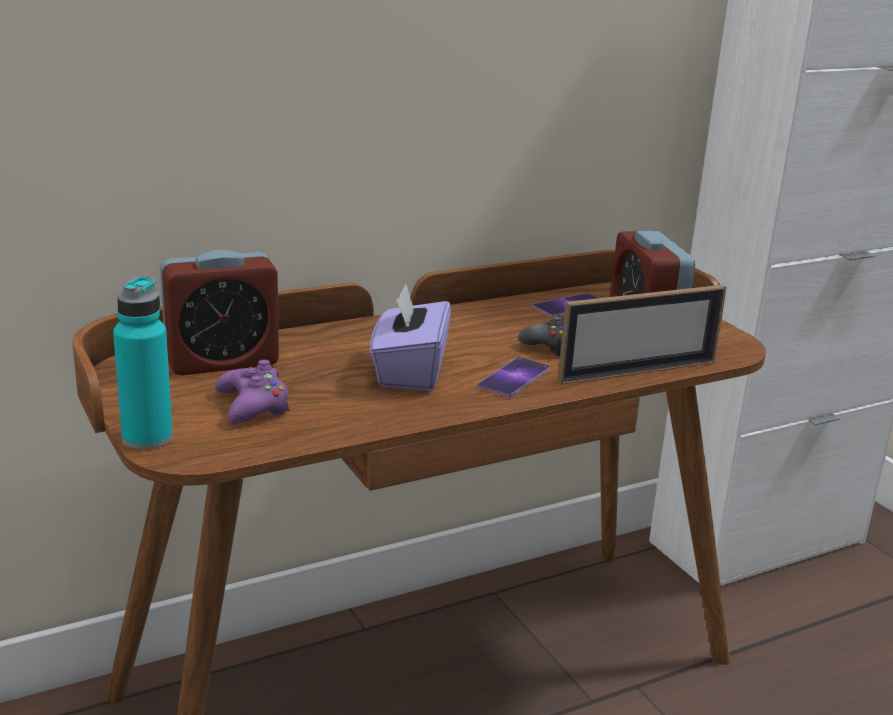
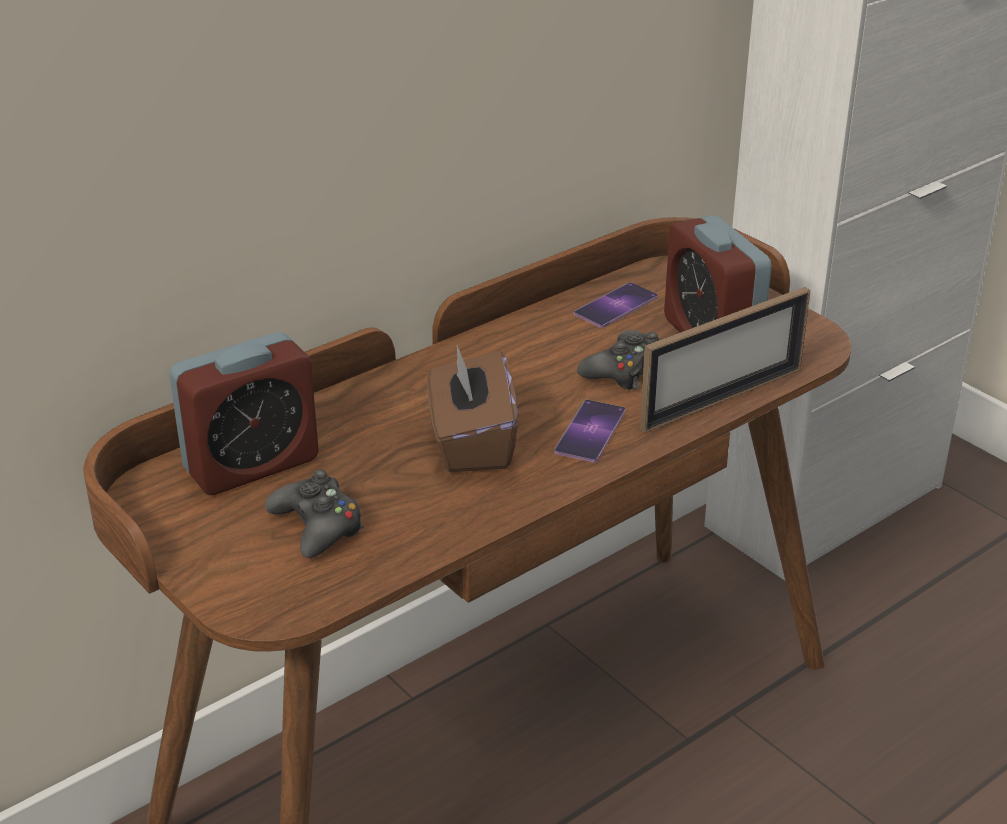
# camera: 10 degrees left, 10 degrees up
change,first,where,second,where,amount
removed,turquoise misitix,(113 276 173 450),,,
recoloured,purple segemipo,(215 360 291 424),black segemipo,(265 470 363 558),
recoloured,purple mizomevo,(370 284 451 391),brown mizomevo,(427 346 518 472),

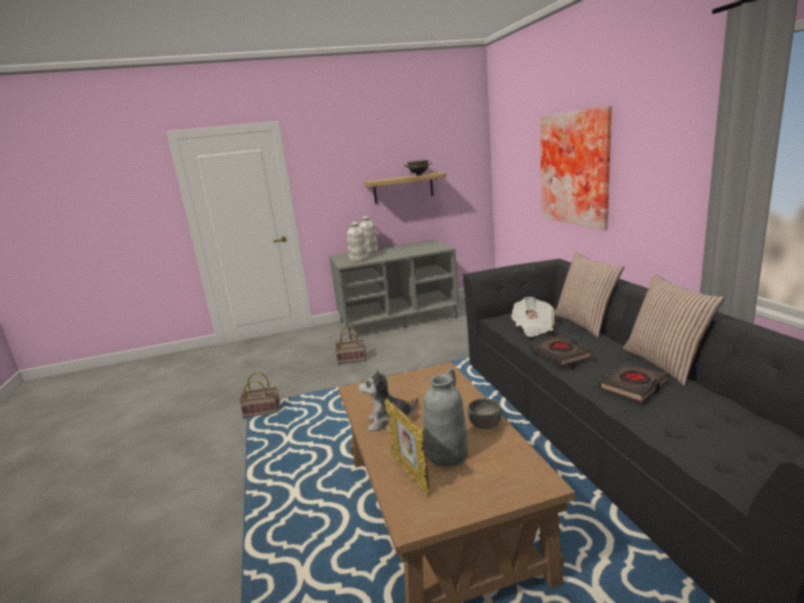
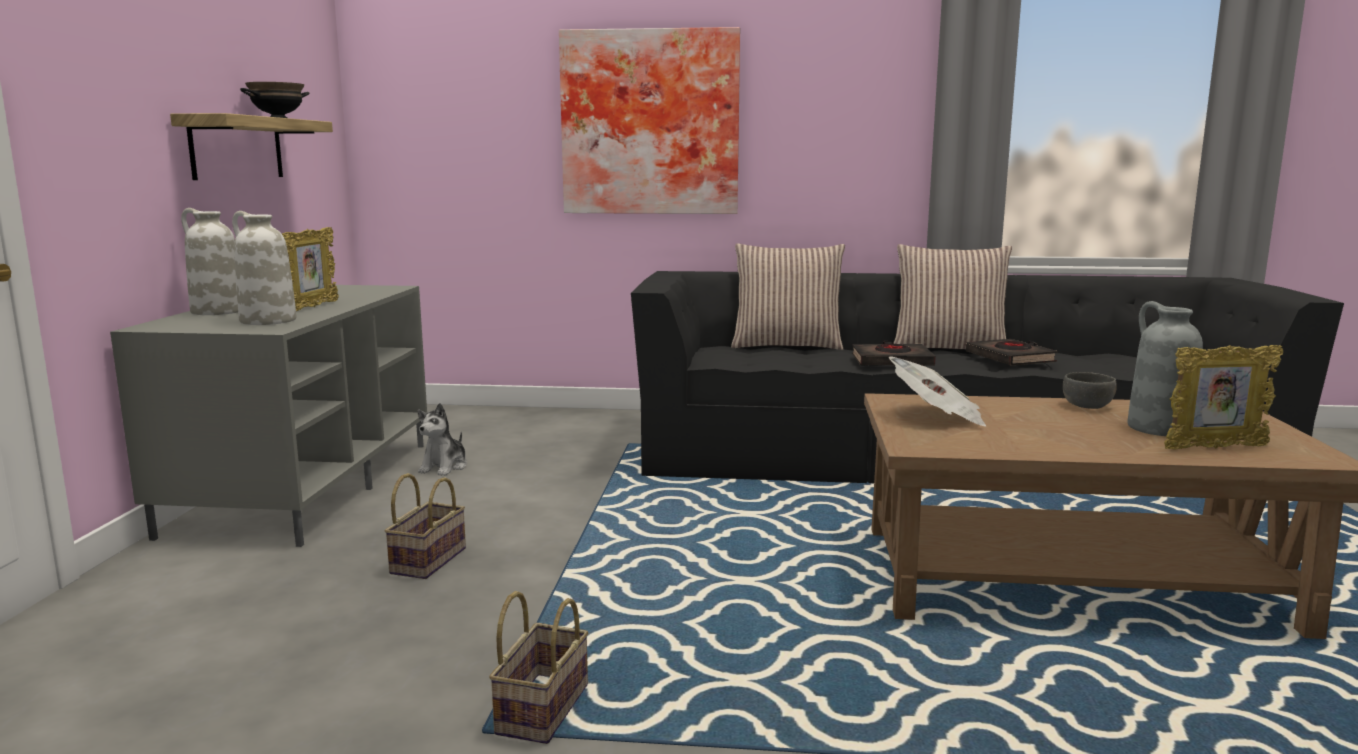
# camera: 70 degrees left, 5 degrees down
change,first,where,second,where,amount
added,,,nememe,(282 227 339 311),
moved,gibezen,(358 368 418 432),,(418 403 467 476),
moved,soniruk,(511 297 555 337),,(889 356 986 427),

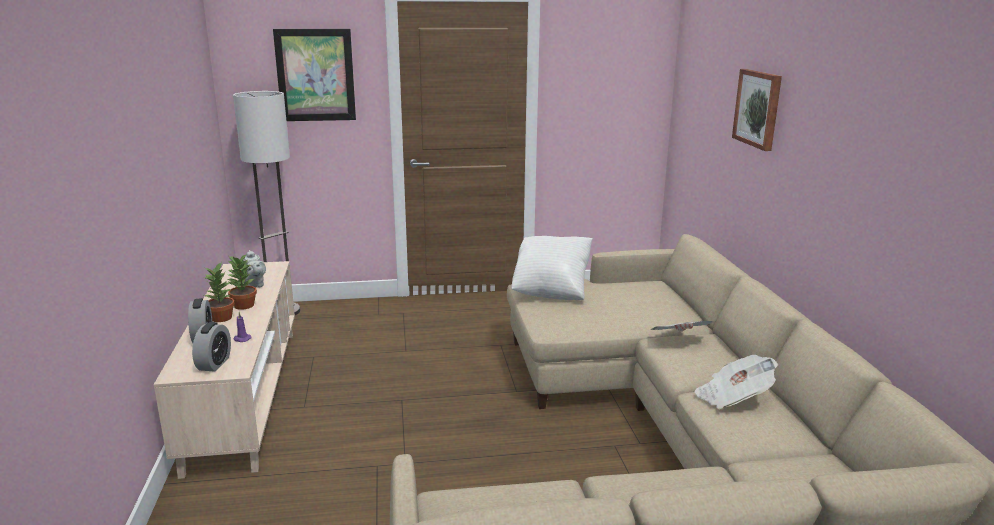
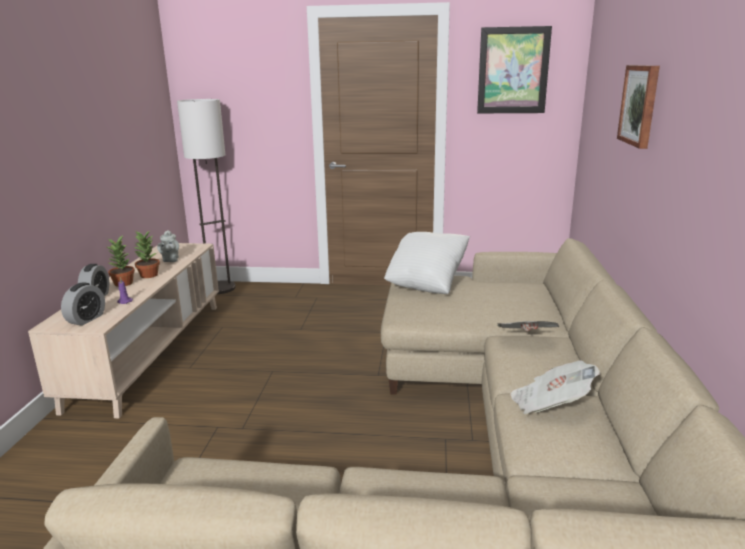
# camera: 15 degrees right, 0 degrees up
change,first,where,second,where,amount
moved,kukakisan,(273 29 356 121),,(477 26 552 113),

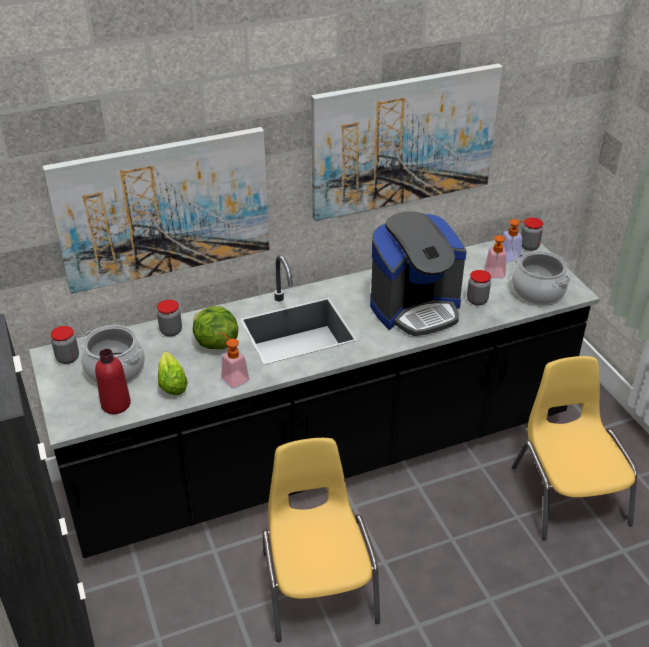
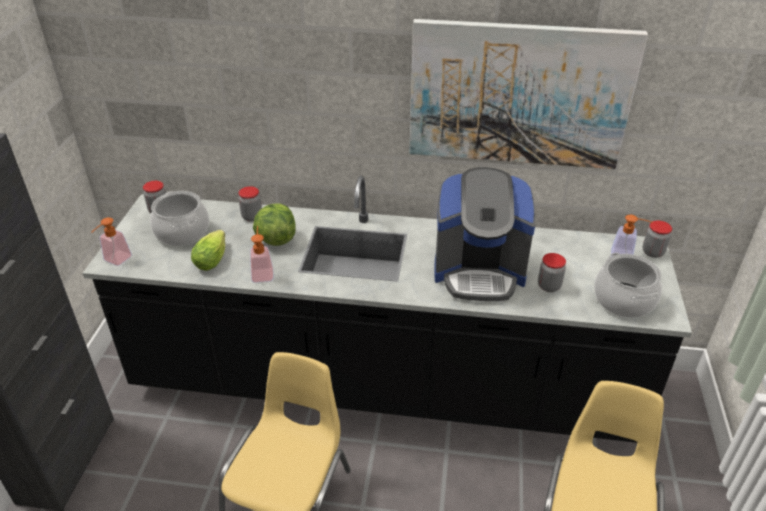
# camera: 30 degrees right, 0 degrees up
change,first,where,second,where,amount
removed,kukakisan,(42 127 269 294),,,
removed,red misitix,(95 349 131 414),,,
moved,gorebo,(484 235 507 278),,(91 217 132 266),

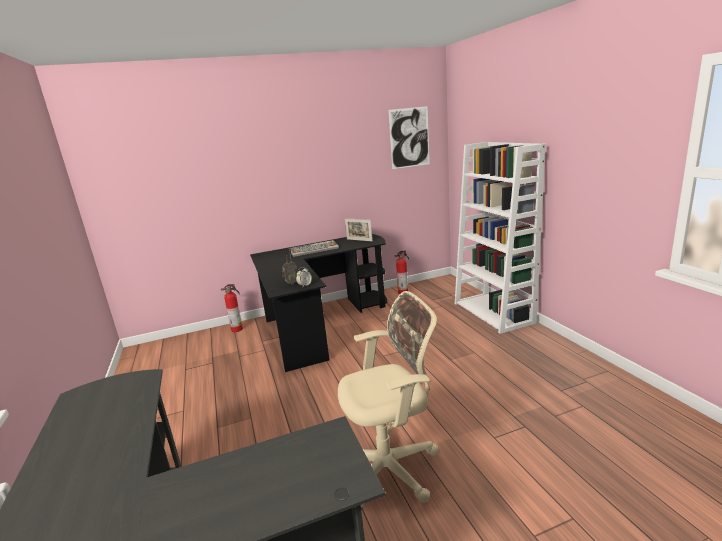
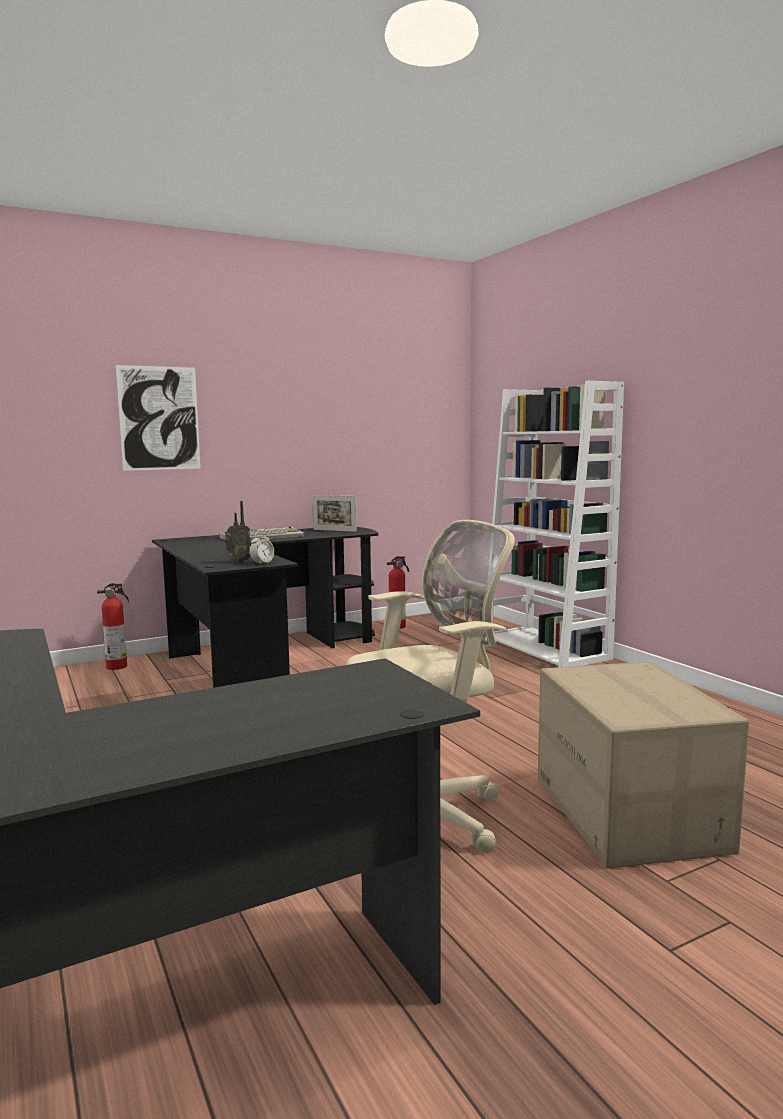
# camera: 10 degrees left, 10 degrees down
change,first,where,second,where,amount
added,,,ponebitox,(538 661 749 868),
moved,kukakisan,(388 106 430 169),,(116 365 200 471),

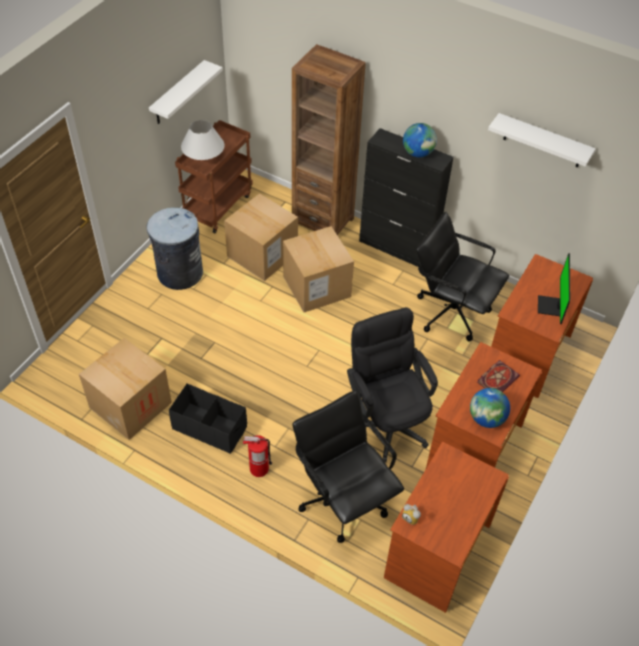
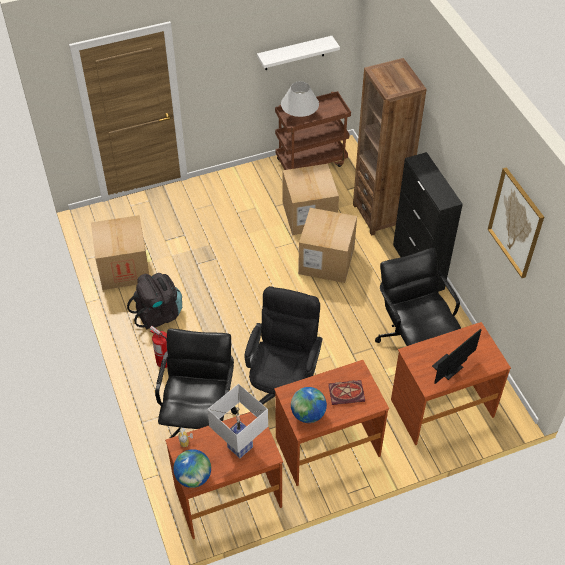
# camera: 40 degrees right, 0 degrees up
change,first,where,second,where,amount
removed,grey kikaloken,(146 207 203 290),,,
added,,,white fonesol,(207 384 268 458),
moved,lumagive,(403 123 437 158),,(173 449 211 488),
replaced,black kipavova,(169 384 247 454),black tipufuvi,(127 273 182 329),
replaced,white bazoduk,(488 113 596 168),kukakisan,(488 167 544 278),

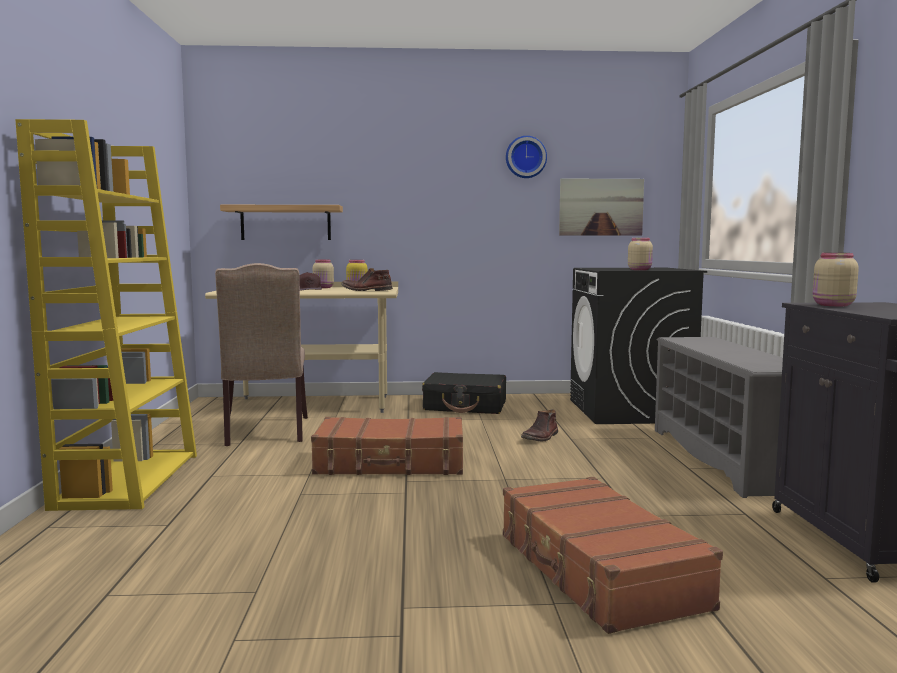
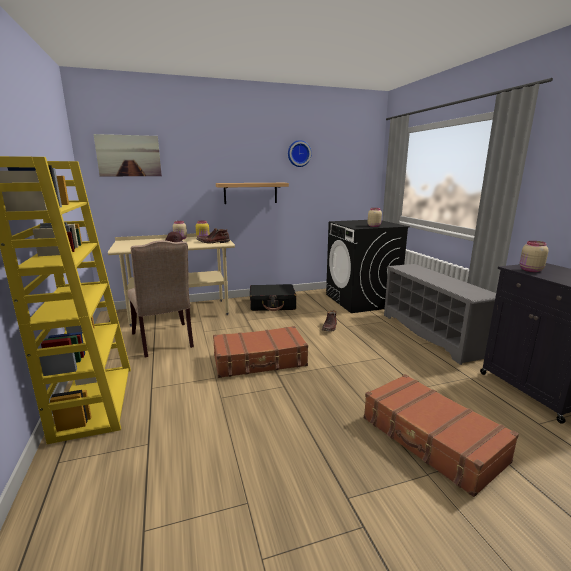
# camera: 15 degrees left, 10 degrees up
change,first,where,second,where,amount
moved,bazoduk,(220 205 343 240),,(216 183 289 204),
moved,kukakisan,(559 178 644 235),,(94 134 162 176),

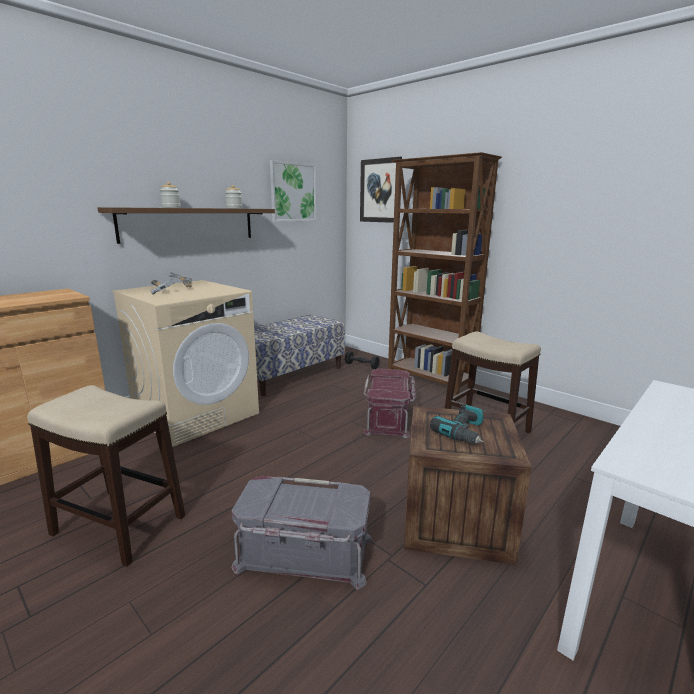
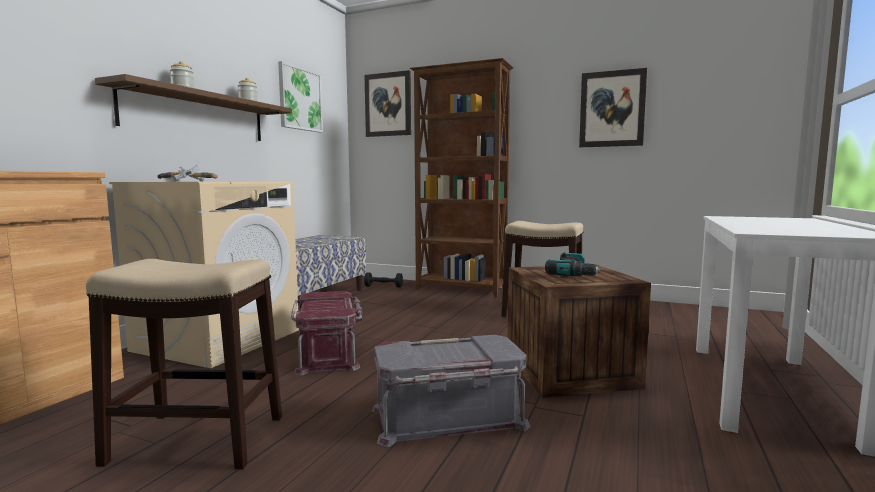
# camera: 20 degrees left, 10 degrees down
change,first,where,second,where,amount
added,,,kukakisan,(579 68 647 147),
moved,red kipavova,(364 369 416 438),,(291 291 363 375),

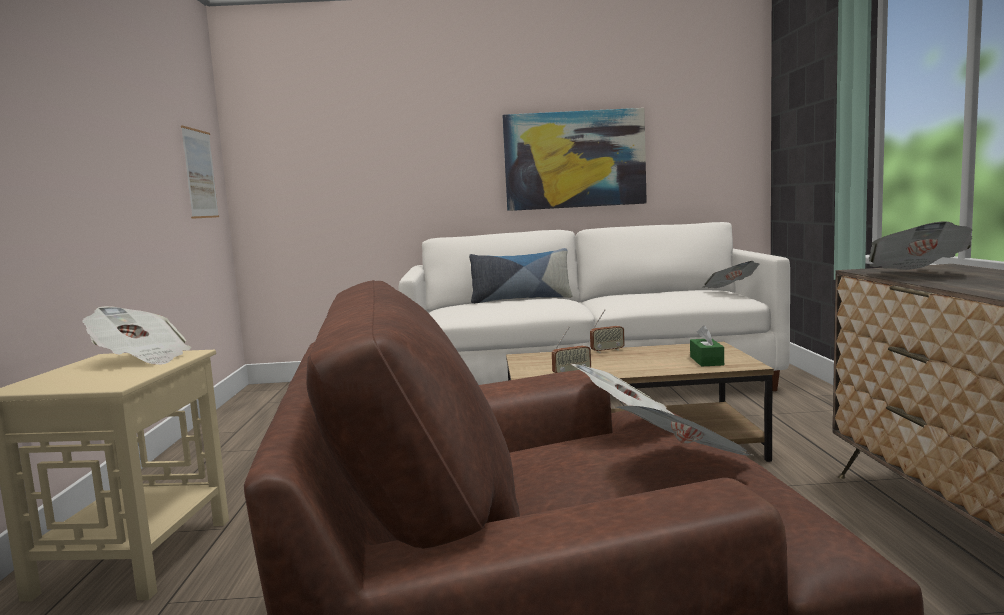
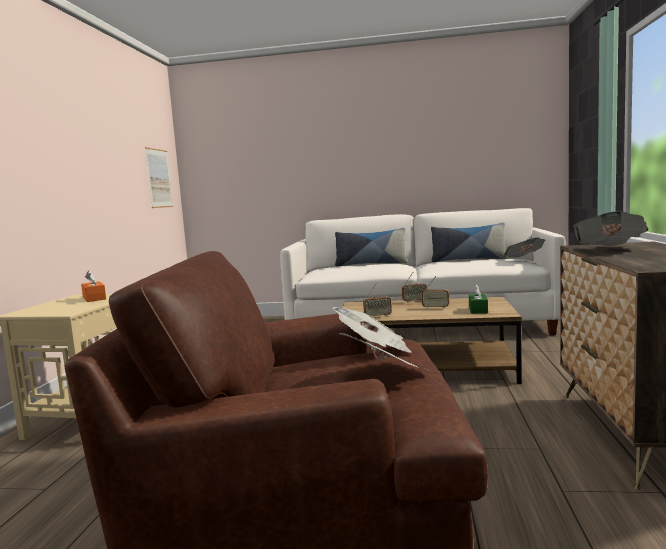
# camera: 10 degrees right, 0 degrees up
change,first,where,second,where,amount
removed,kukakisan,(503 108 647 211),,,
added,,,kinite,(422 276 449 309),
added,,,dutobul,(431 222 508 262),
replaced,soniruk,(82 306 191 365),orange mizomevo,(81 271 106 302),

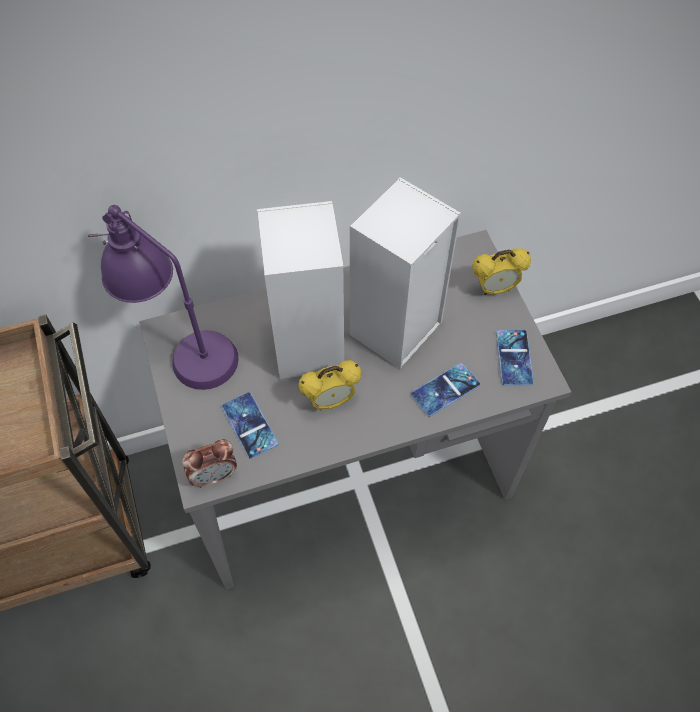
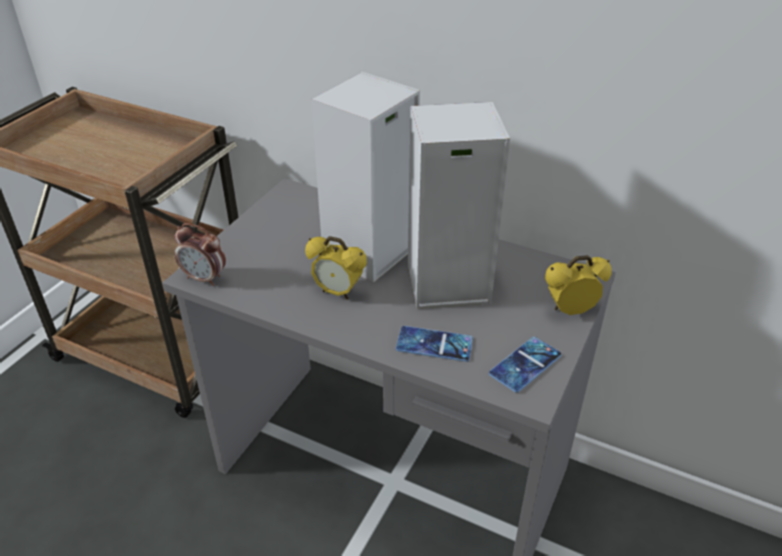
# camera: 45 degrees right, 20 degrees down
change,first,where,second,where,amount
removed,purple fonesol,(88 205 239 390),,,
removed,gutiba,(222 392 278 459),,,
turned,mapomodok,(472 248 531 295),,(545 255 612 315),135 degrees clockwise

